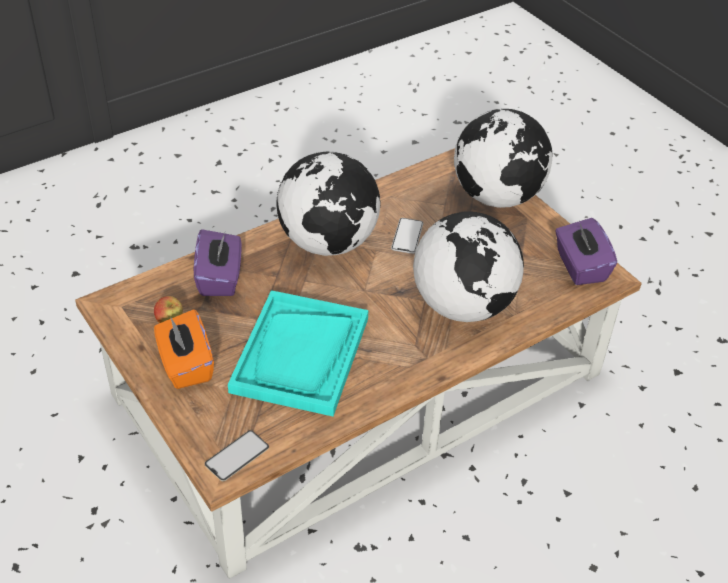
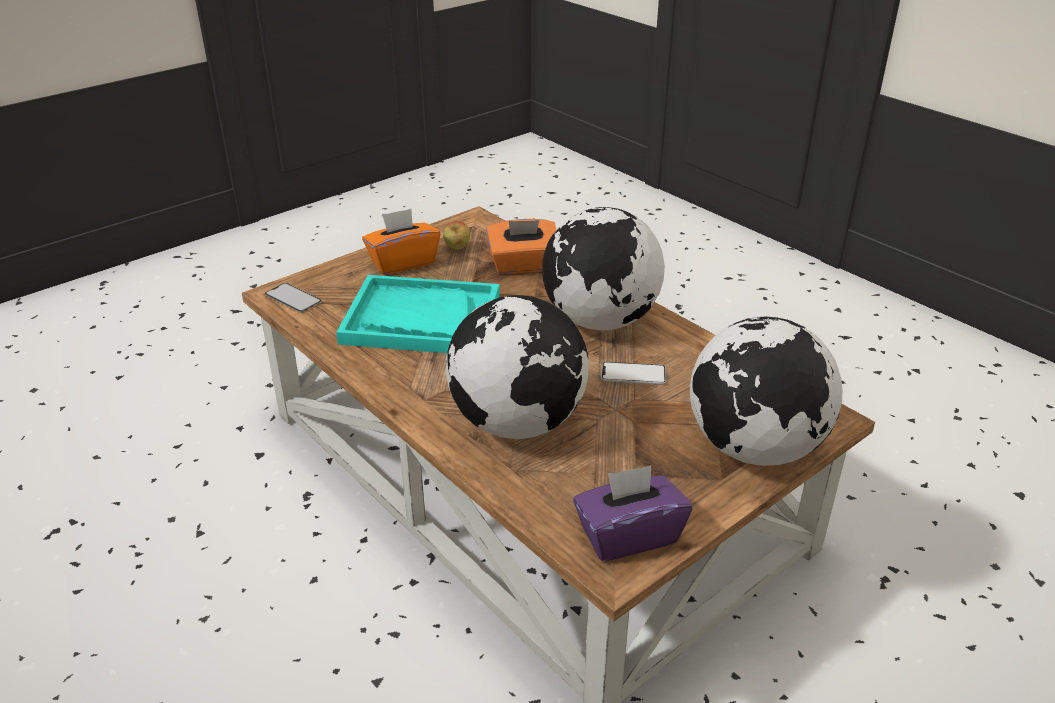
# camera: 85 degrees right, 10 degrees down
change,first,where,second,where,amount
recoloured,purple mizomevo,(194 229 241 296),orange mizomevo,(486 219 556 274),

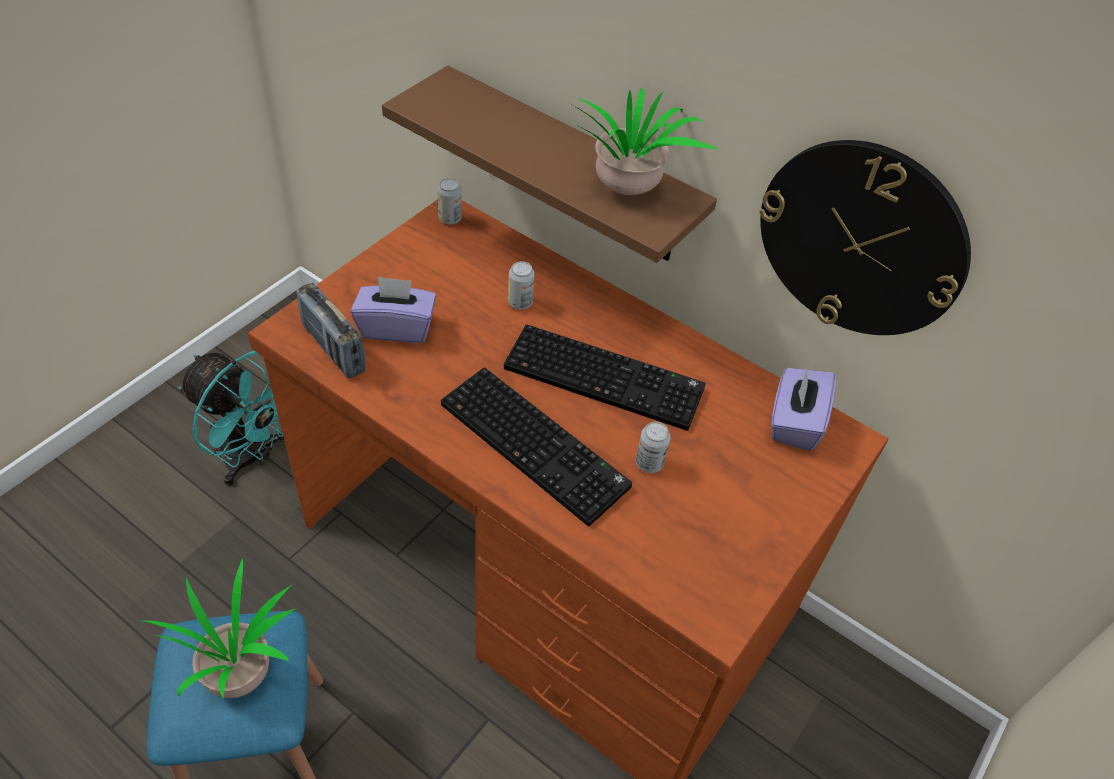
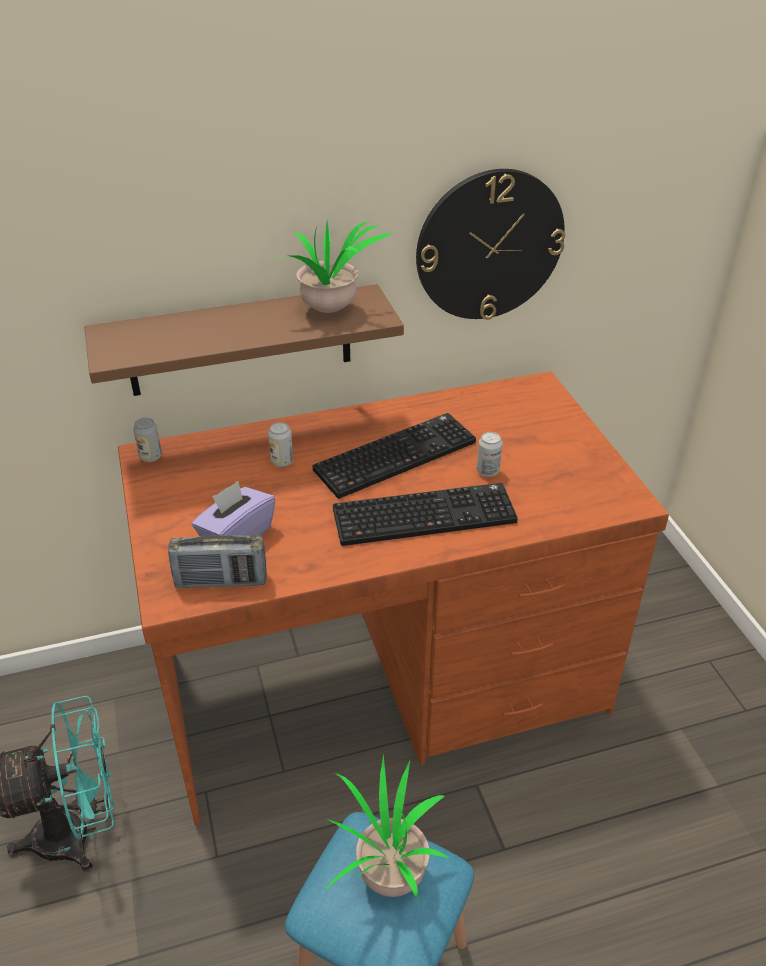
# camera: 50 degrees left, 10 degrees down
change,first,where,second,where,amount
removed,purple mizomevo,(771 368 836 451),,,

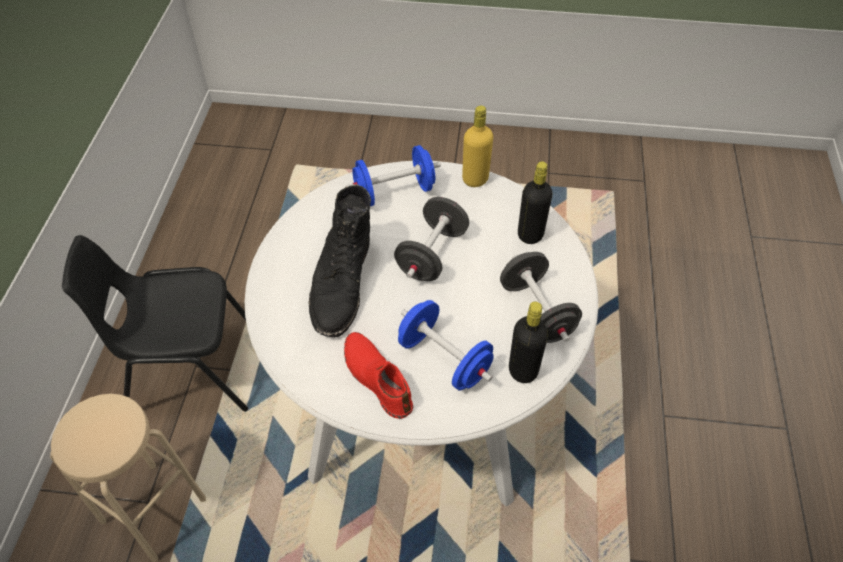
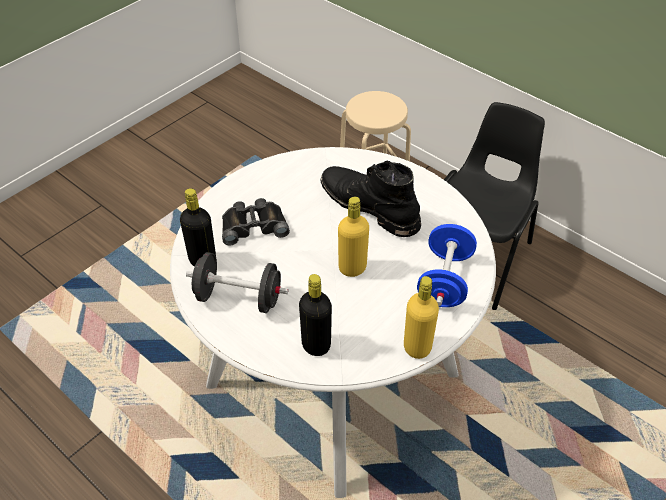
# camera: 125 degrees right, 5 degrees down
change,first,where,second,where,amount
removed,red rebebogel,(344 332 413 419),,,
replaced,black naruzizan,(394 197 469 281),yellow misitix,(338 197 369 277),
replaced,blue naruzizan,(398 300 494 390),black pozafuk,(222 198 290 245),

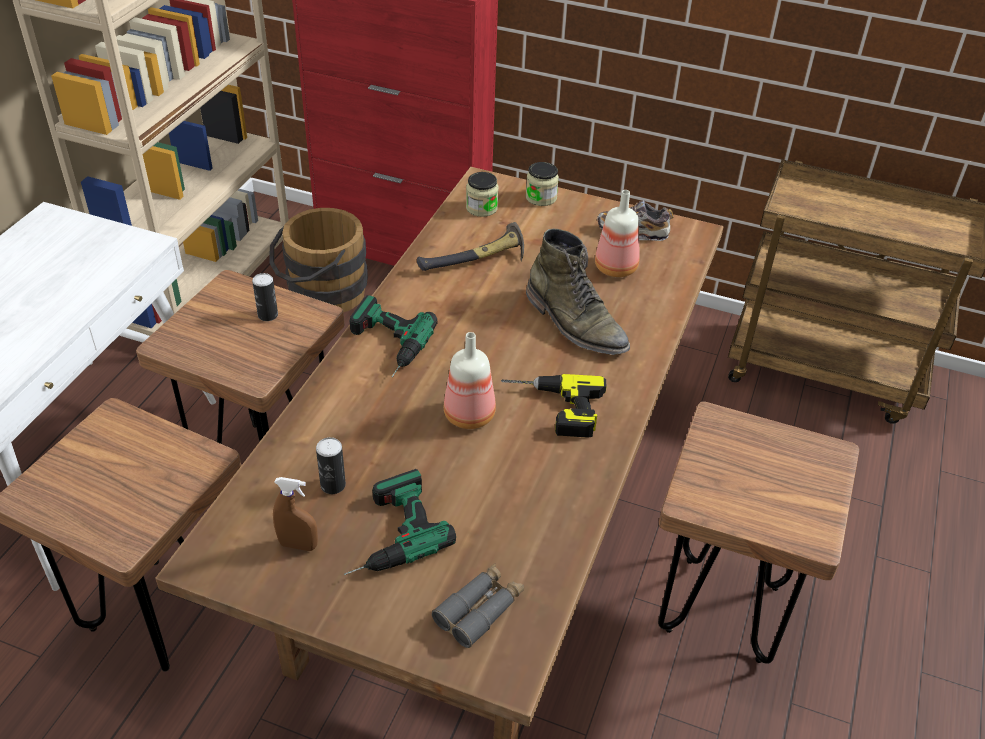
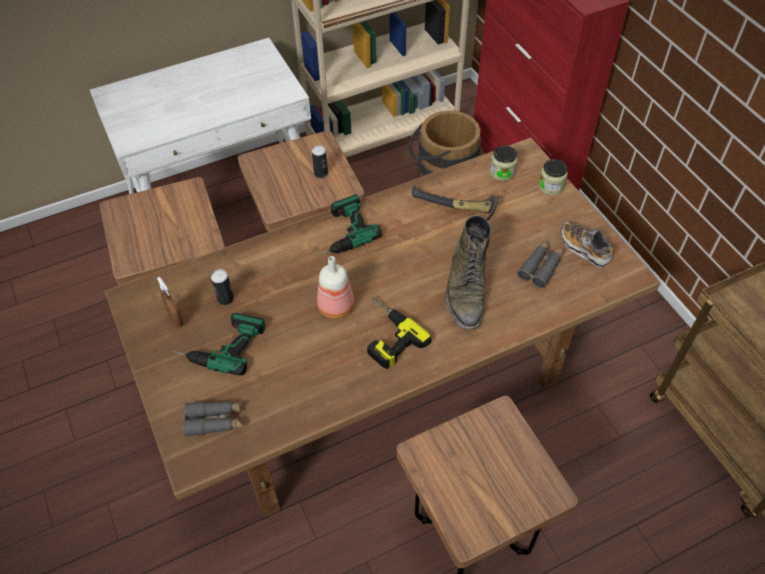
# camera: 45 degrees right, 10 degrees up
change,first,where,second,where,amount
replaced,misitix,(595 190 640 277),grey pozafuk,(517 240 564 288),

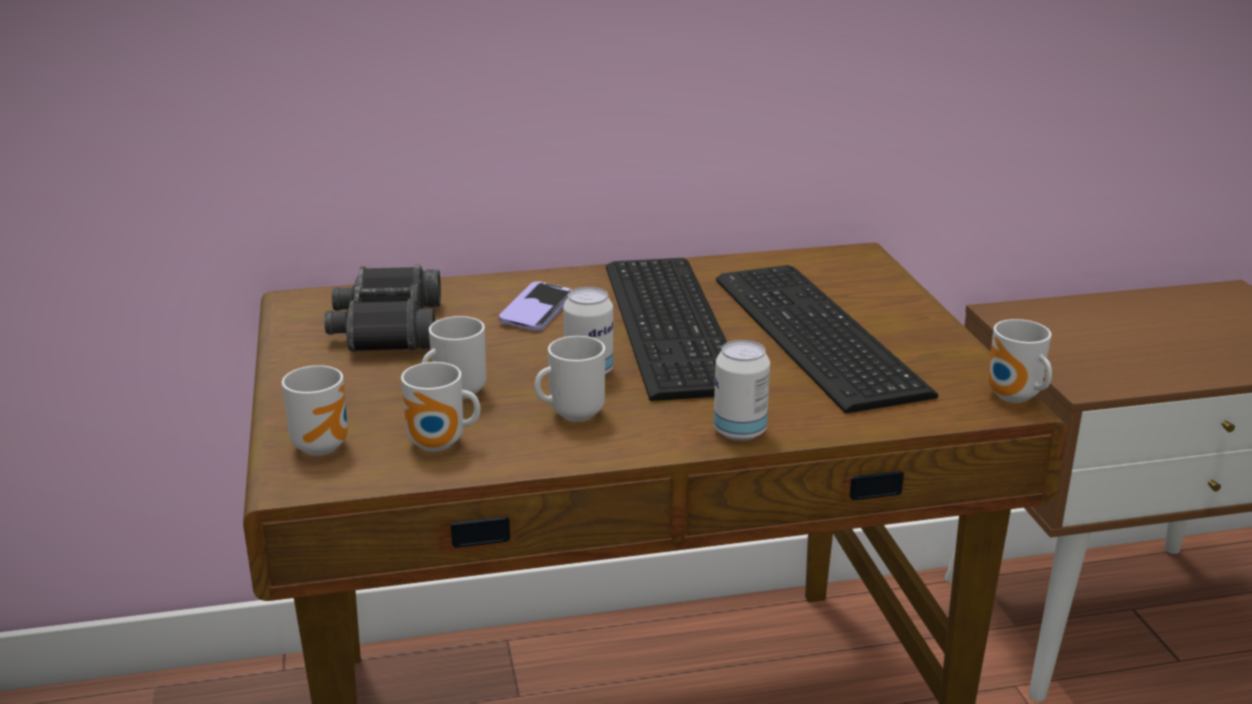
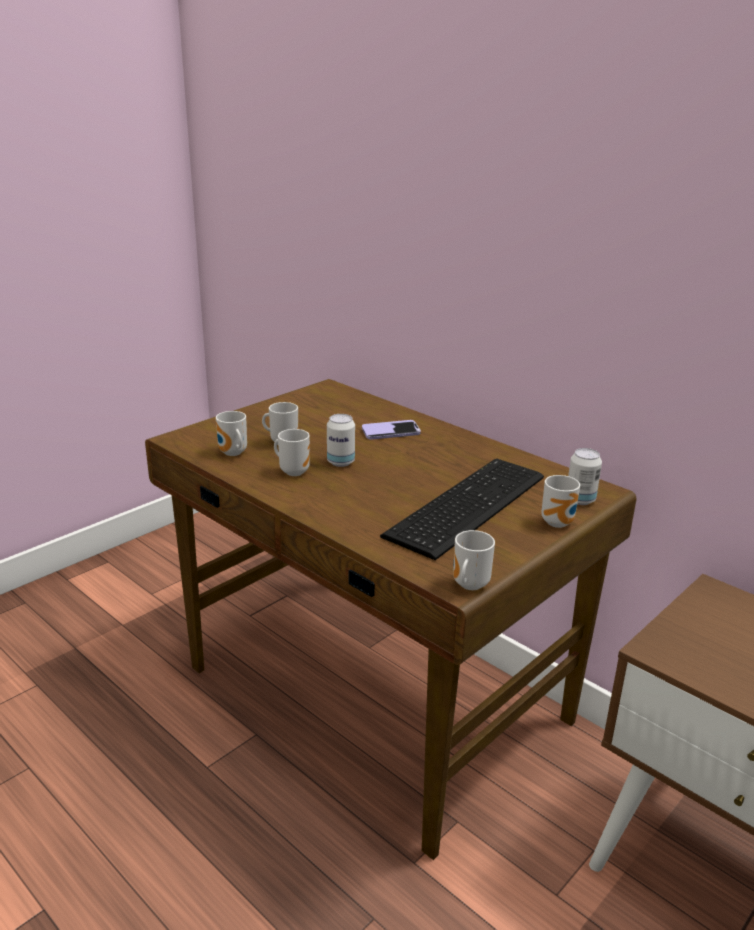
# camera: 55 degrees right, 0 degrees up
change,first,where,second,where,amount
removed,black pozafuk,(324 265 441 352),,,
removed,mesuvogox,(606 258 727 401),,,
moved,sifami,(282 365 348 456),,(541 475 580 528),
moved,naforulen,(713 340 770 441),,(568 448 602 505),

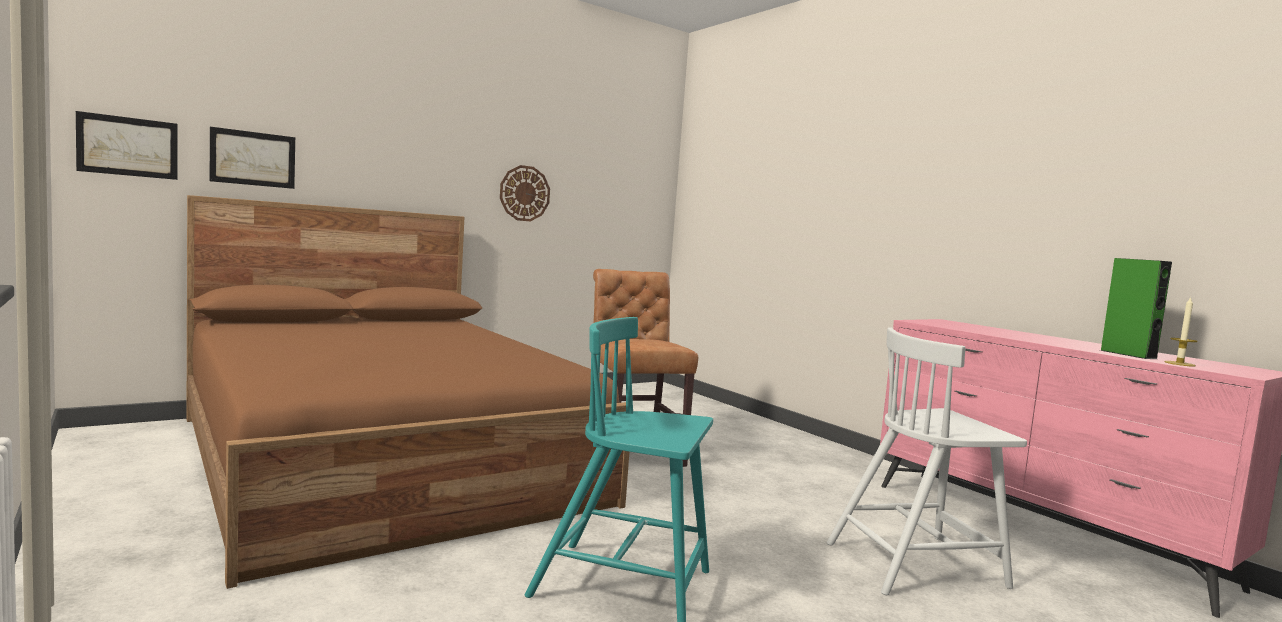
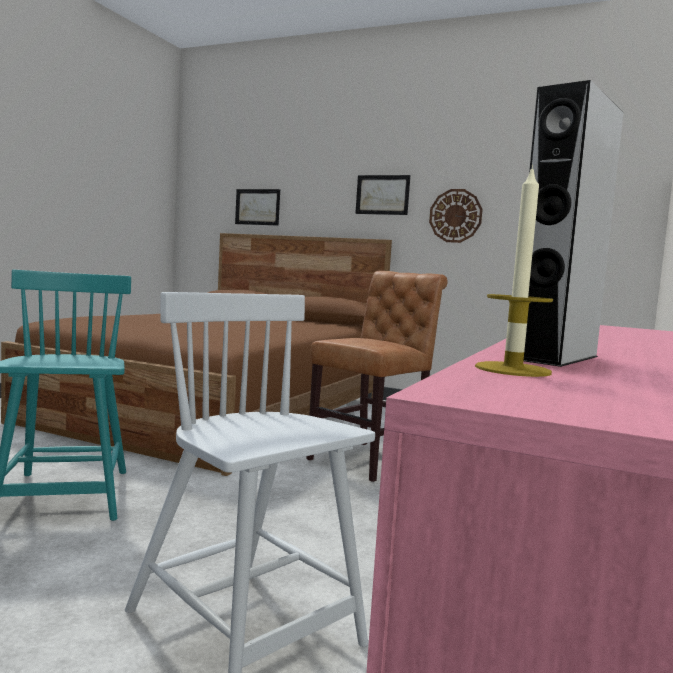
# camera: 60 degrees right, 0 degrees up
change,first,where,second,where,amount
moved,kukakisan,(76 111 178 180),,(355 175 410 215),
recoloured,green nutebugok,(1100 258 1172 359),grey nutebugok,(524 80 623 367),

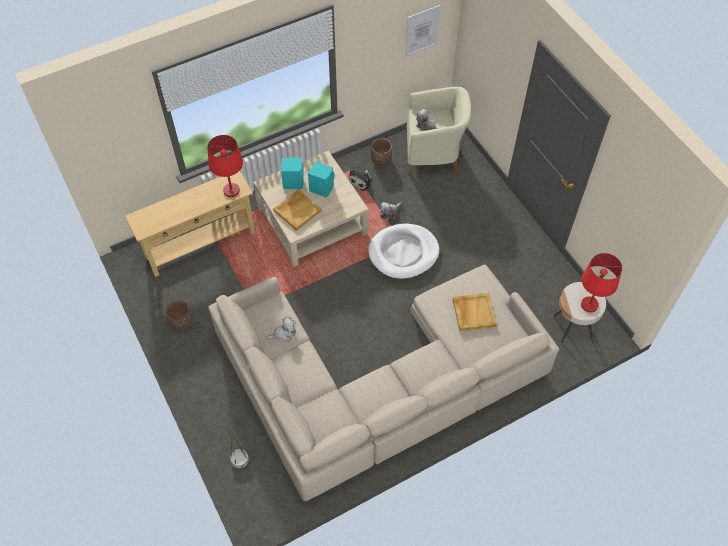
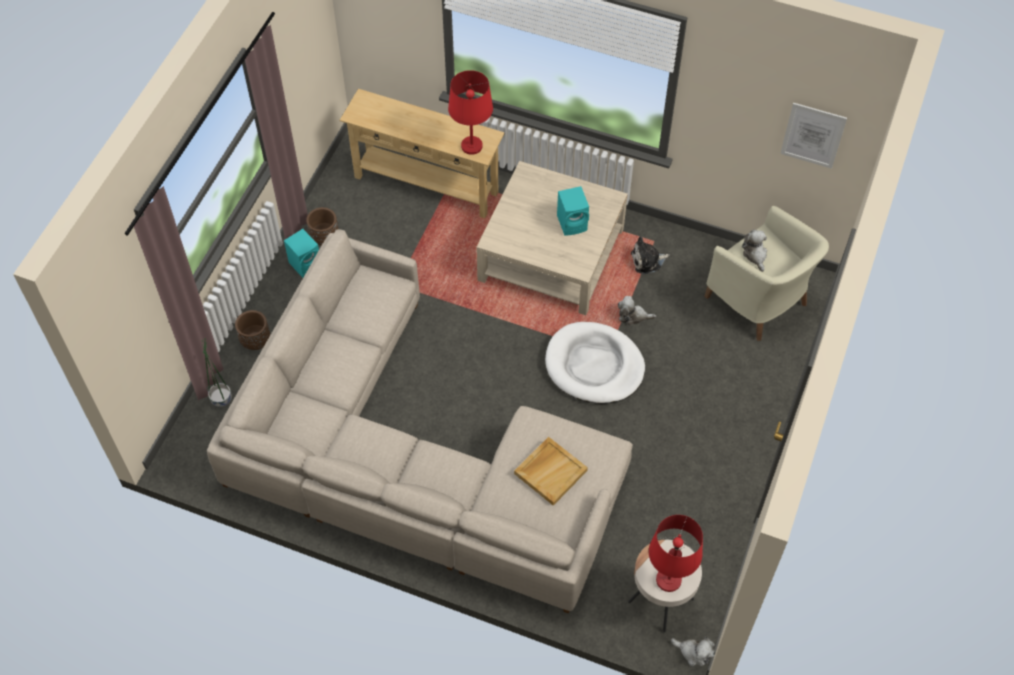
# camera: 50 degrees right, 0 degrees up
change,first,where,second,where,amount
removed,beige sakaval,(273 189 322 231),,,
moved,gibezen,(266 317 297 341),,(671 637 715 666),
moved,turquoise nutebugok,(281 158 304 189),,(284 229 319 278),
moved,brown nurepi,(371 138 392 166),,(235 310 270 350),

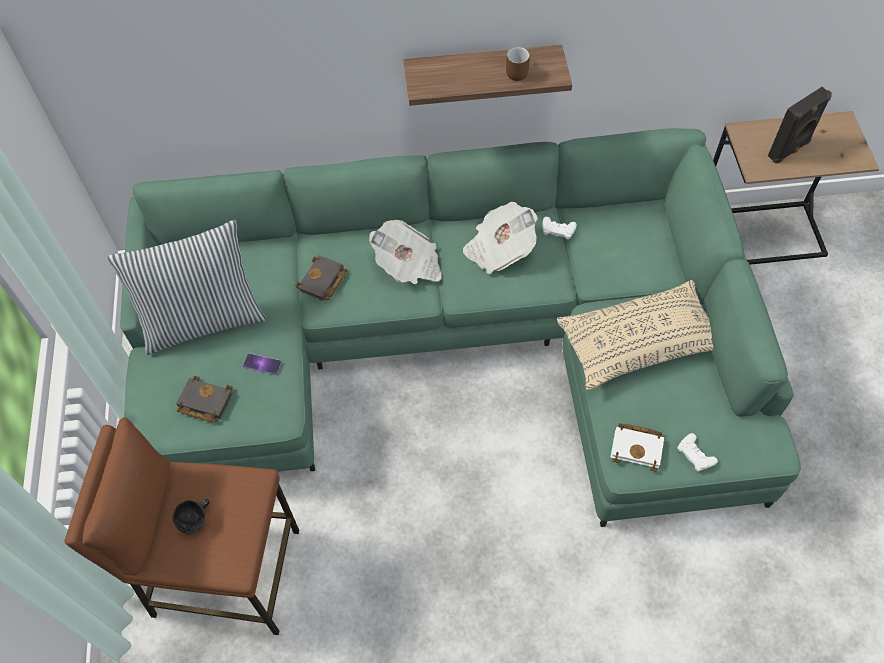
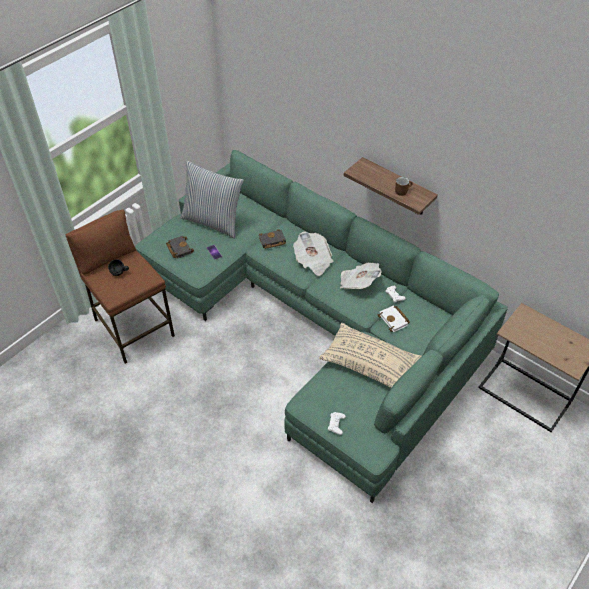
# camera: 45 degrees right, 10 degrees down
change,first,where,second,where,amount
removed,black nutebugok,(768 87 832 164),,,
moved,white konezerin,(611 423 664 472),,(377 306 410 332),

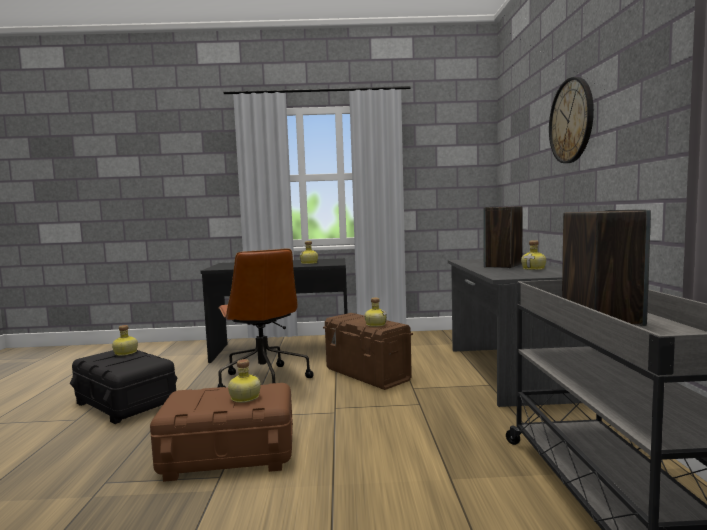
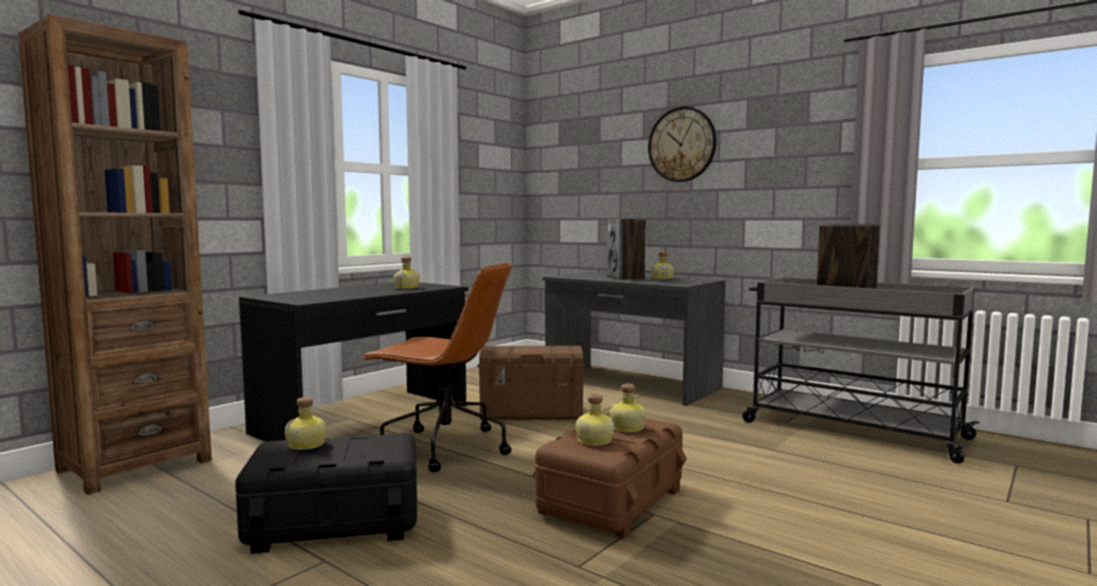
# camera: 50 degrees left, 0 degrees up
change,first,where,second,where,amount
added,,,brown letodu,(18 14 212 495),
moved,misitix,(364 298 387 327),,(576 394 614 446),

